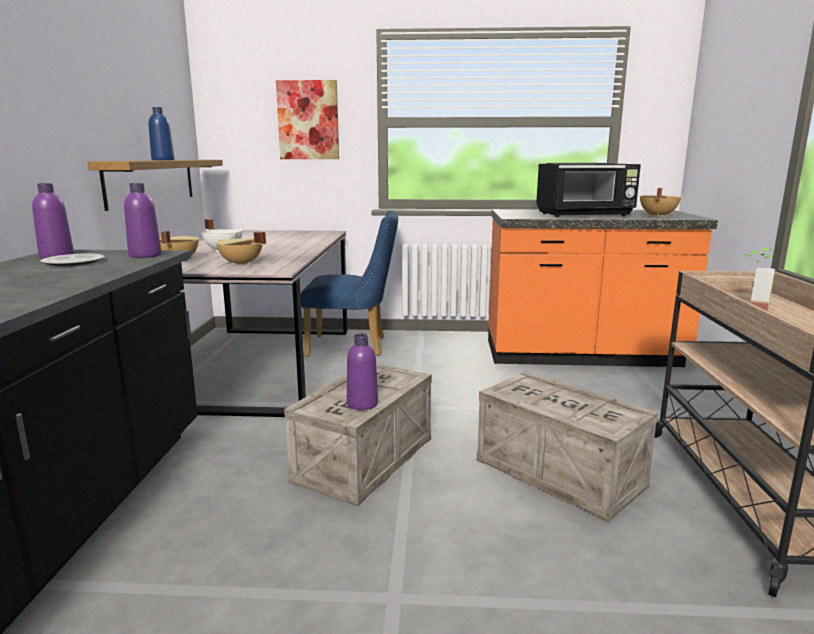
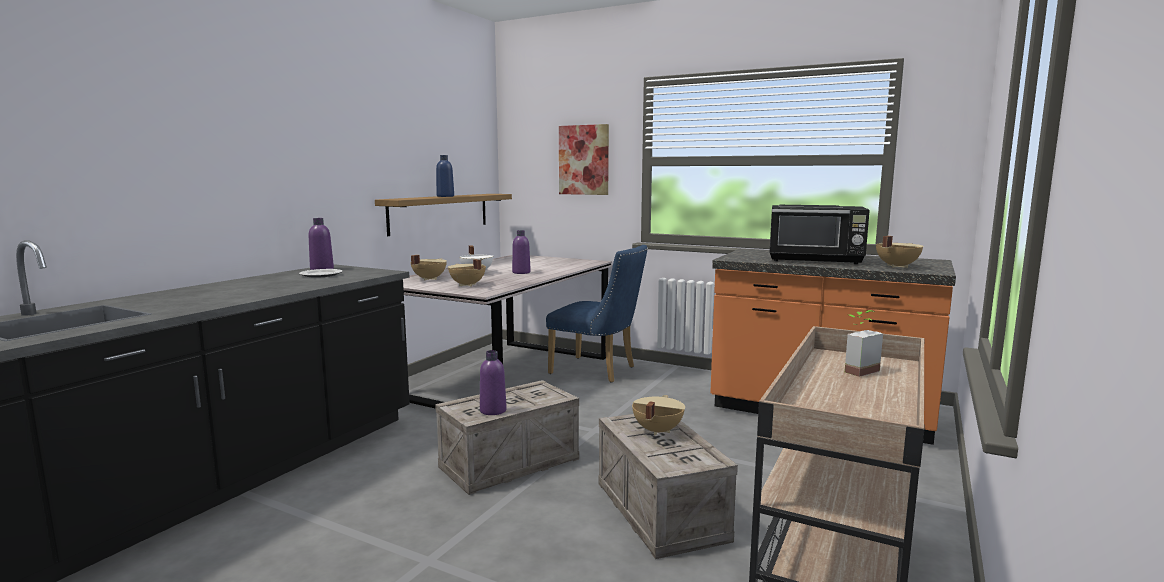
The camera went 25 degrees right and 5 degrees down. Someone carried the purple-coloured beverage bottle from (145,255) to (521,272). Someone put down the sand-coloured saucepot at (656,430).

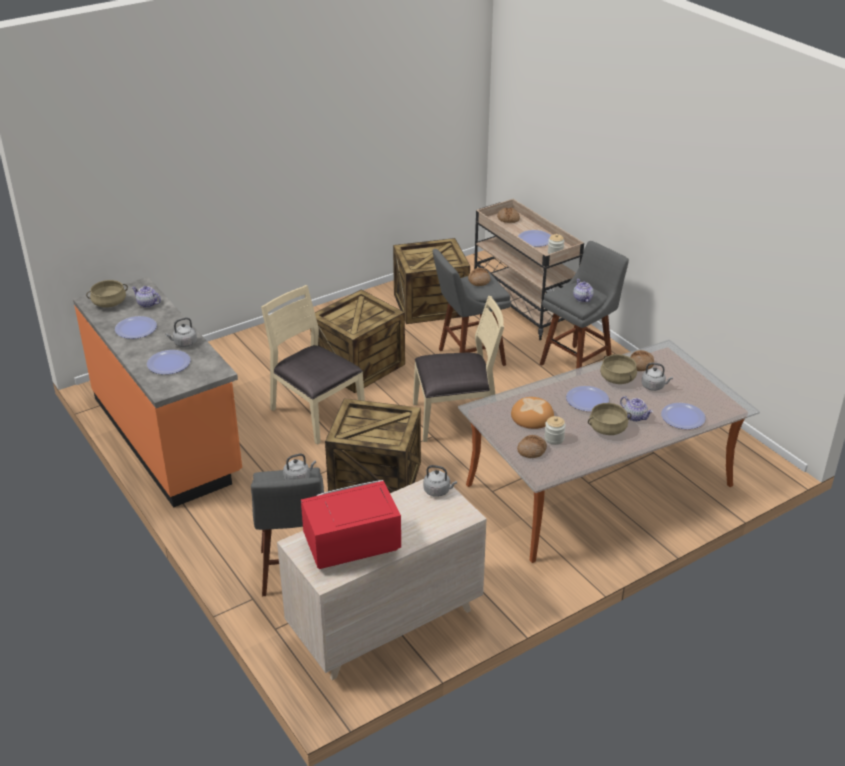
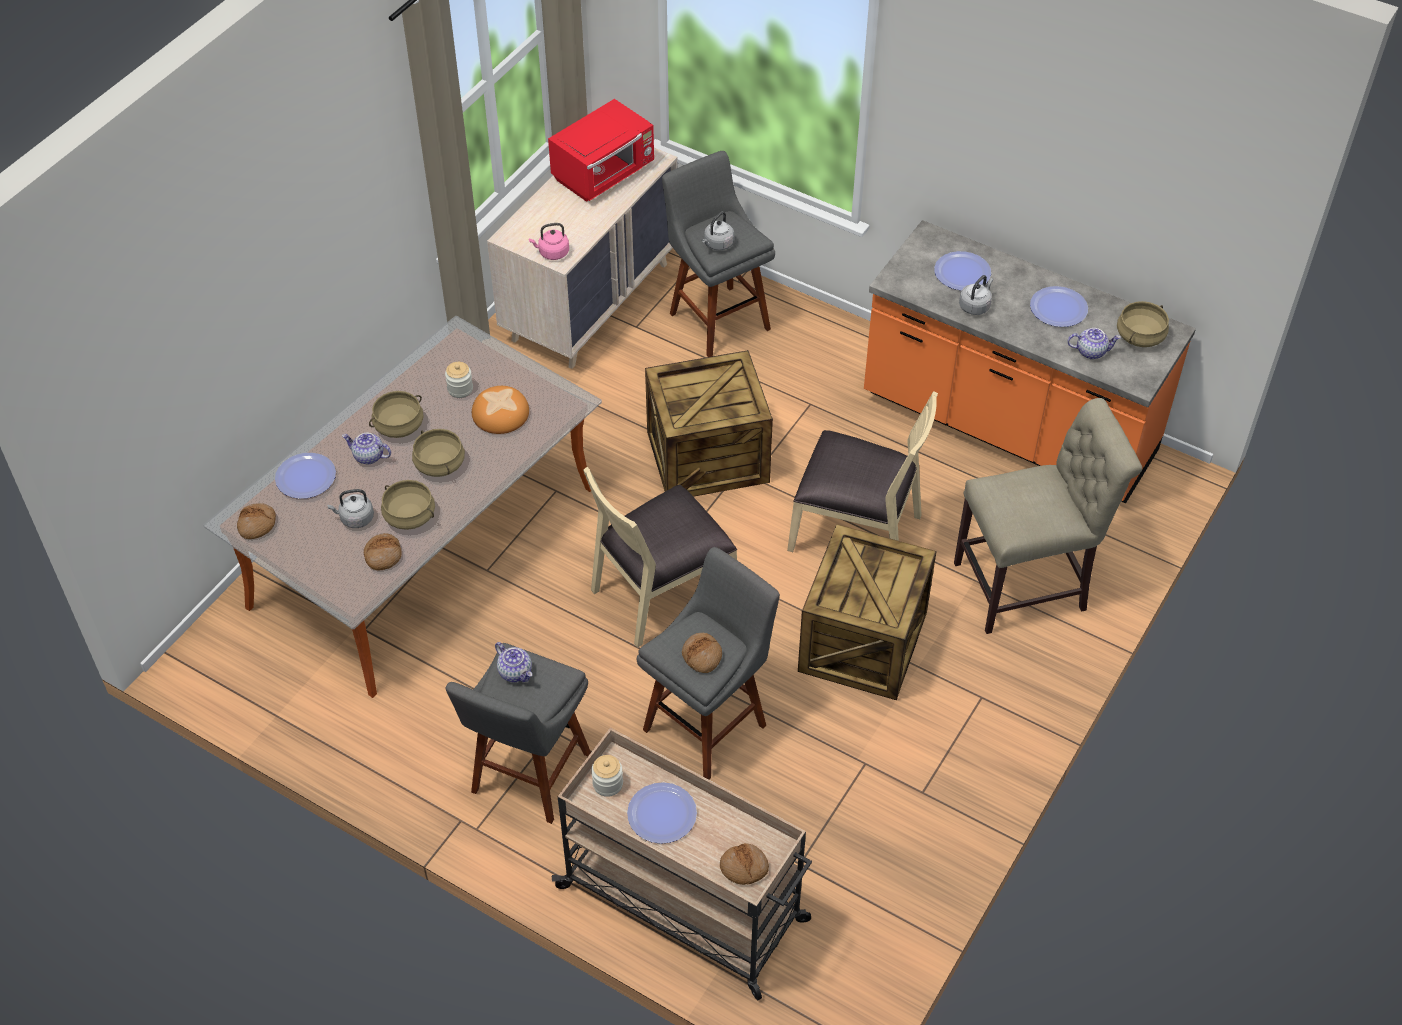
The camera went 155 degrees right and 15 degrees up. Someone took away the crate at (430,304). Someone repainted the gray water kettle at (438,491), which became the pink water kettle at (552,253). Someone carried the baked bread from (531,450) to (257,524). Someone swapped the plate at (587,400) for the sand-coloured saucepot at (439,464). Someone put down the sand-coloured plain chair at (1028,585).

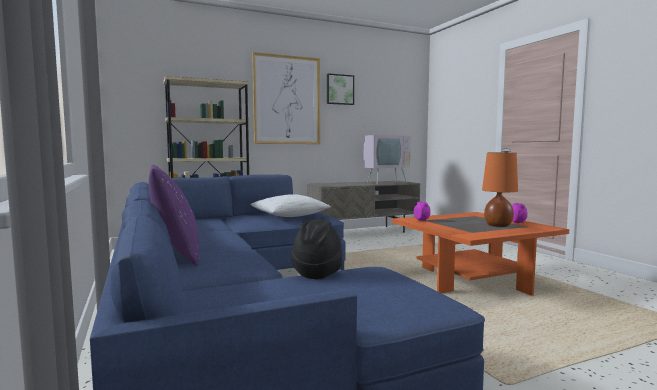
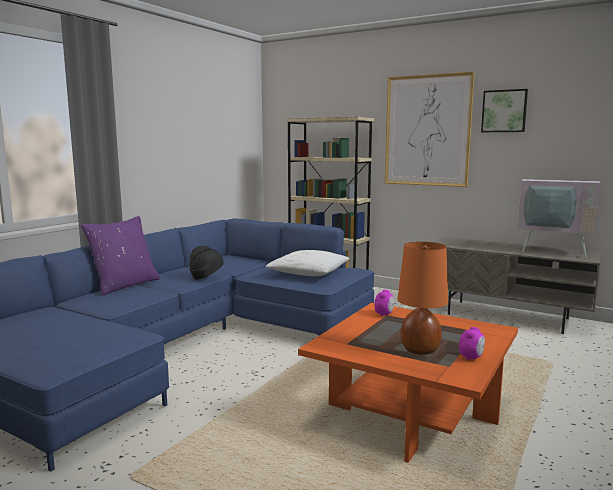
The camera went 55 degrees right and 5 degrees up. Someone carried the blackish clothing hat from (317,273) to (206,277).

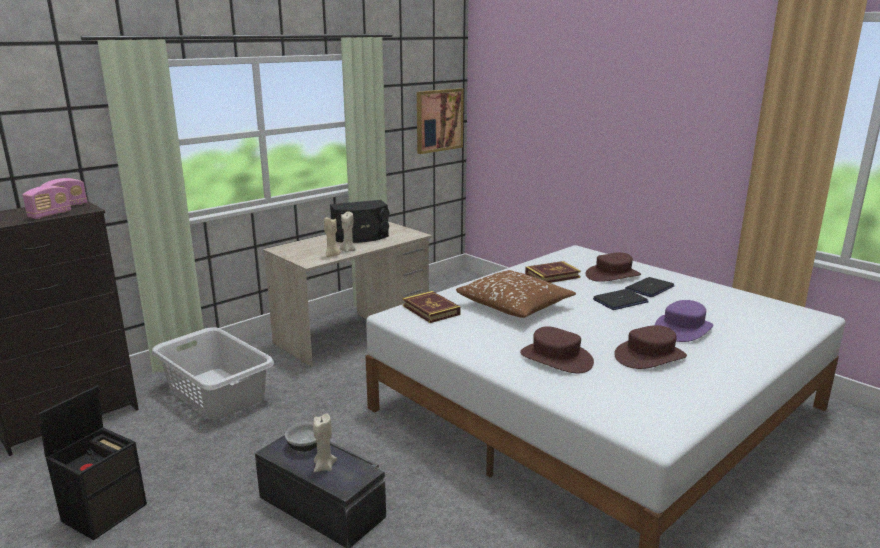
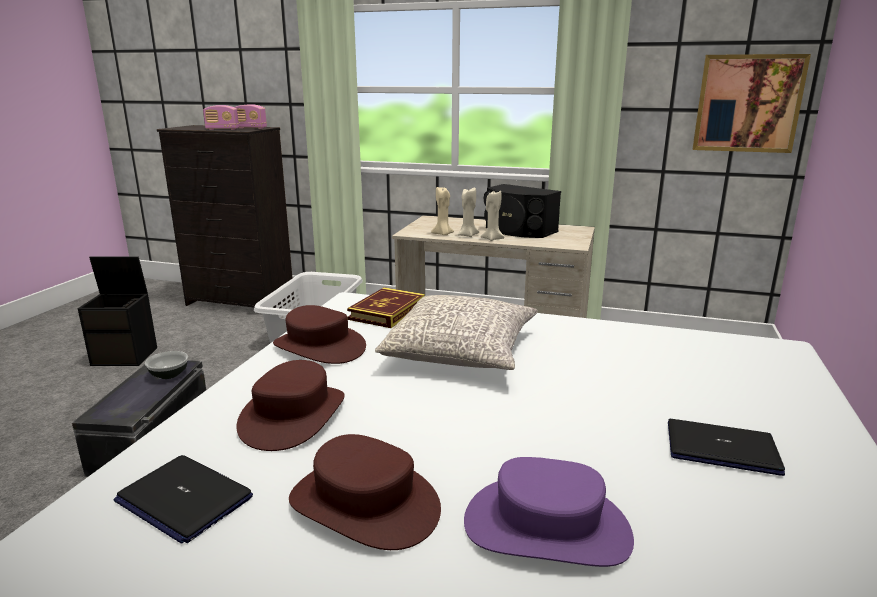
The camera went 60 degrees right and 0 degrees up. Someone carried the sand-coloured candle from (324,467) to (492,239). Someone repainted the brownish pillow at (515,306), which became the gray pillow at (461,351). Someone took away the bound book at (552,275). Someone carried the brownish clothing hat from (613,275) to (319,347). Someone carried the portable computer from (620,301) to (183,499).

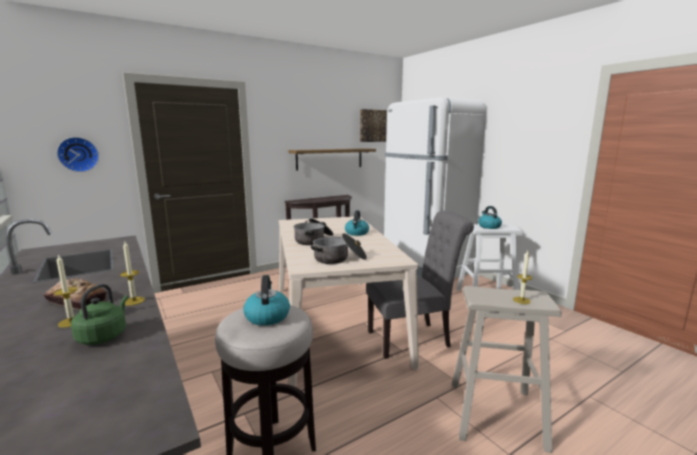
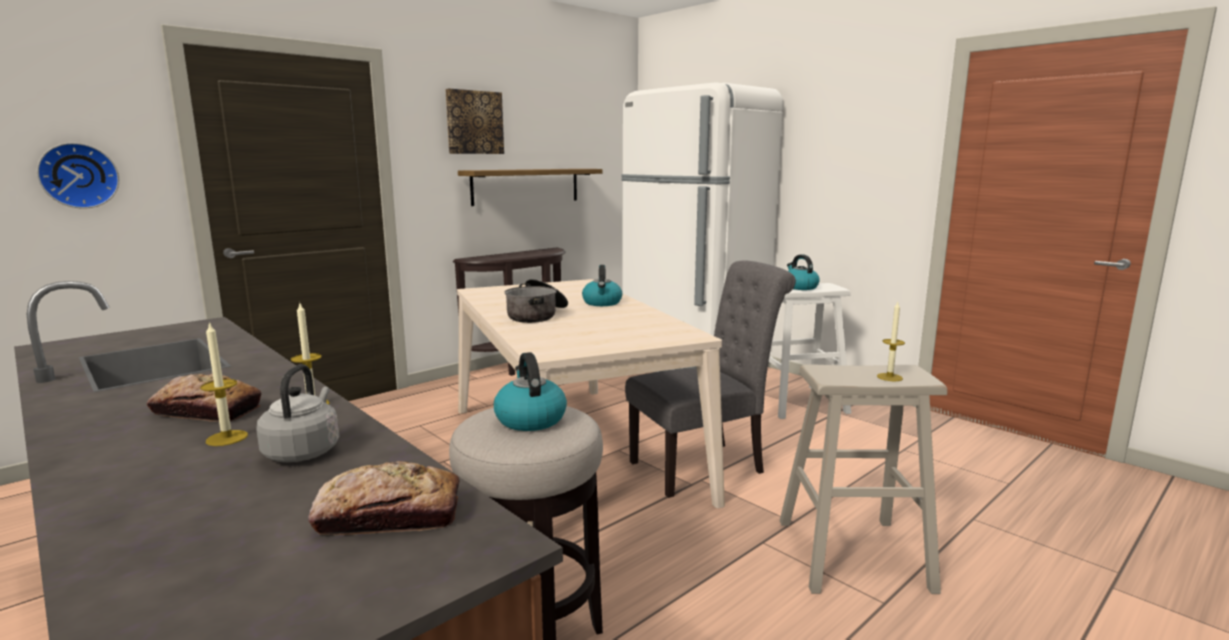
The camera went 10 degrees left and 0 degrees up. Someone repainted the greenish water kettle at (104,336), which became the gray water kettle at (304,451). Someone took away the saucepot at (339,259). Someone carried the wall picture from (372,126) to (474,122). Someone put down the baked bread at (389,516).

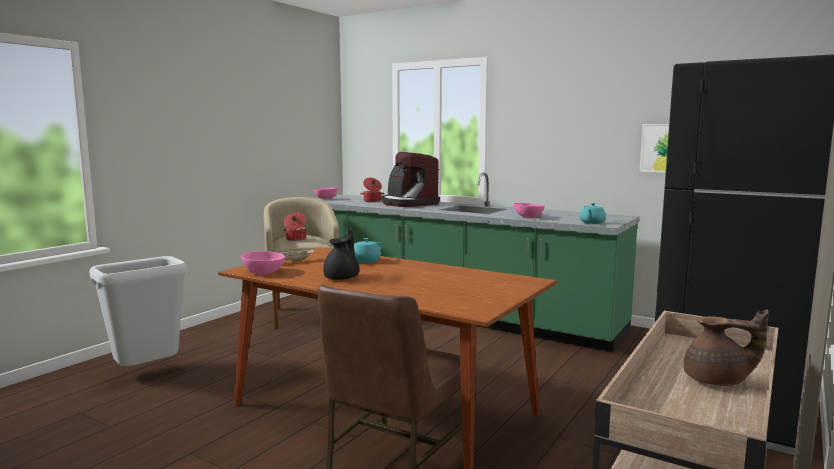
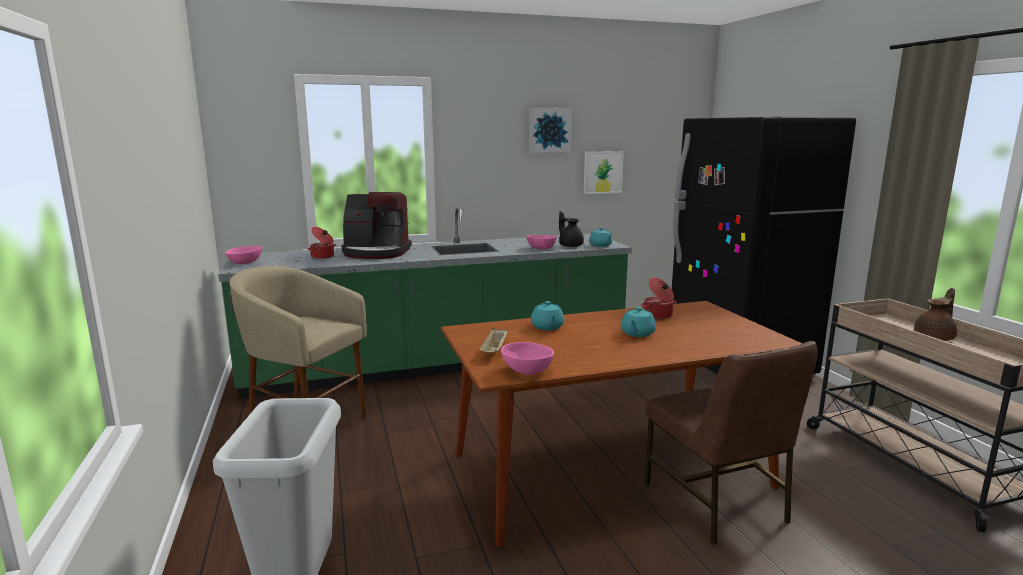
The camera went 50 degrees left and 5 degrees up. Someone carried the saucepot from (295,239) to (658,315). Someone carried the blackish teapot from (343,277) to (570,245). Someone put up the wall picture at (549,130). Someone put down the blue-green teapot at (637,333).

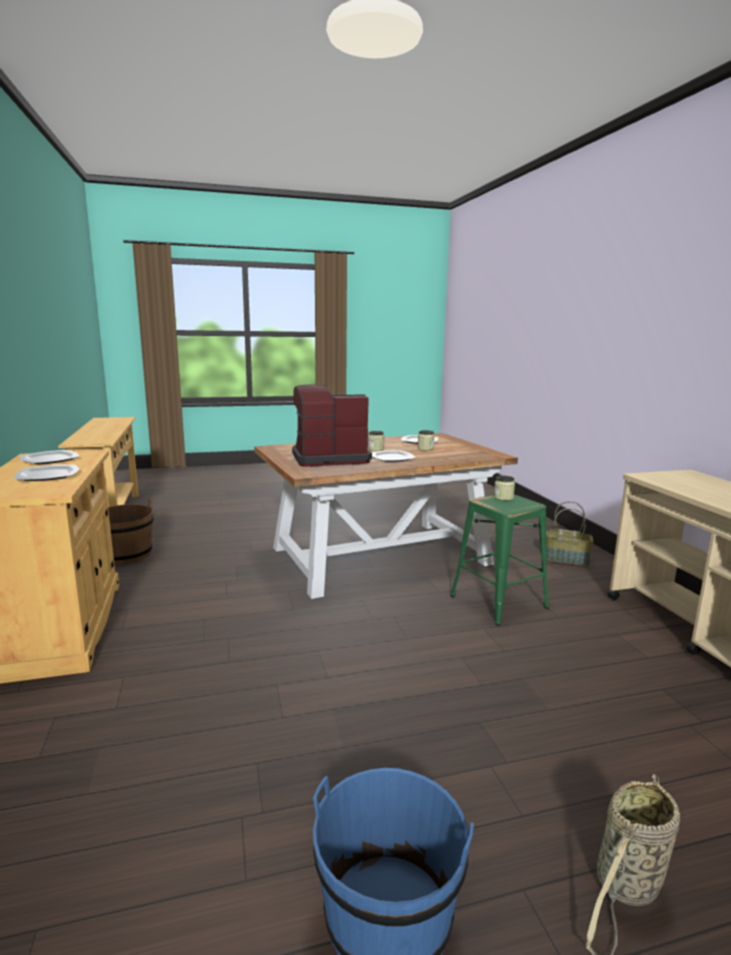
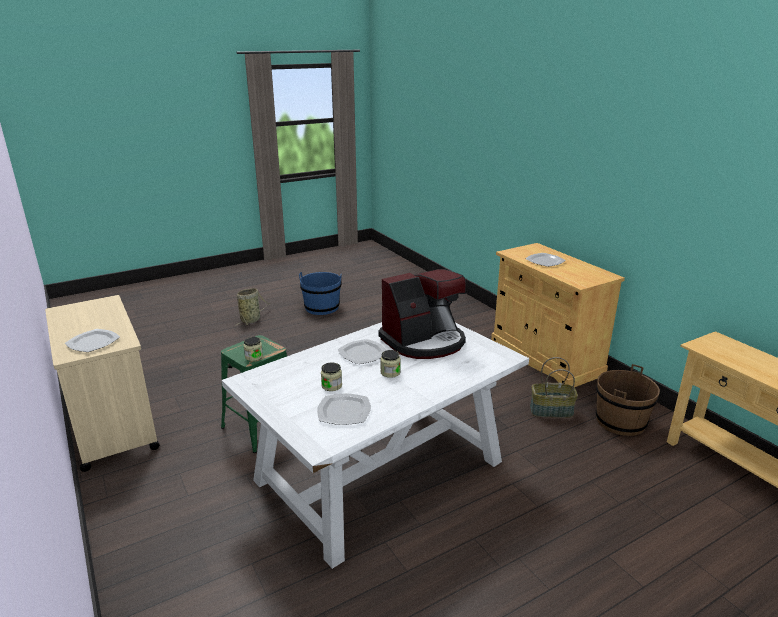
The camera went 165 degrees right and 10 degrees up. Someone carried the plate from (50,459) to (93,342). Someone repainted the brownish kitchen table at (379,556), which became the whitish kitchen table at (381,470). Someone carried the household basket from (566,559) to (551,411).

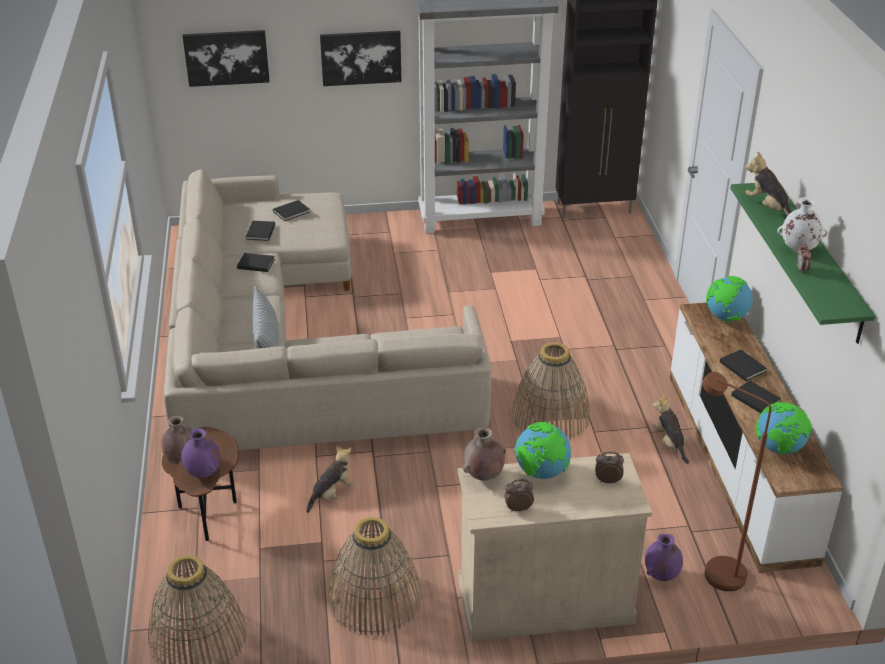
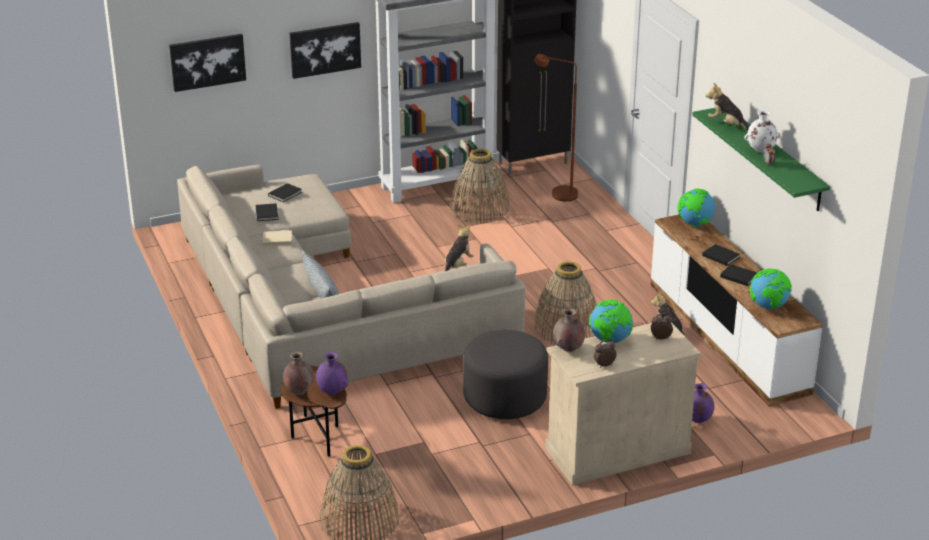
The camera went 15 degrees left and 5 degrees down. Someone repainted the blackish bound book at (255,263), which became the sand-coloured bound book at (276,239). Someone carried the plush toy from (332,494) to (458,266). Someone carried the household basket from (374,599) to (480,209). Someone carried the brownish floor lamp from (714,570) to (557,193). Someone put down the gray footrest at (505,398).

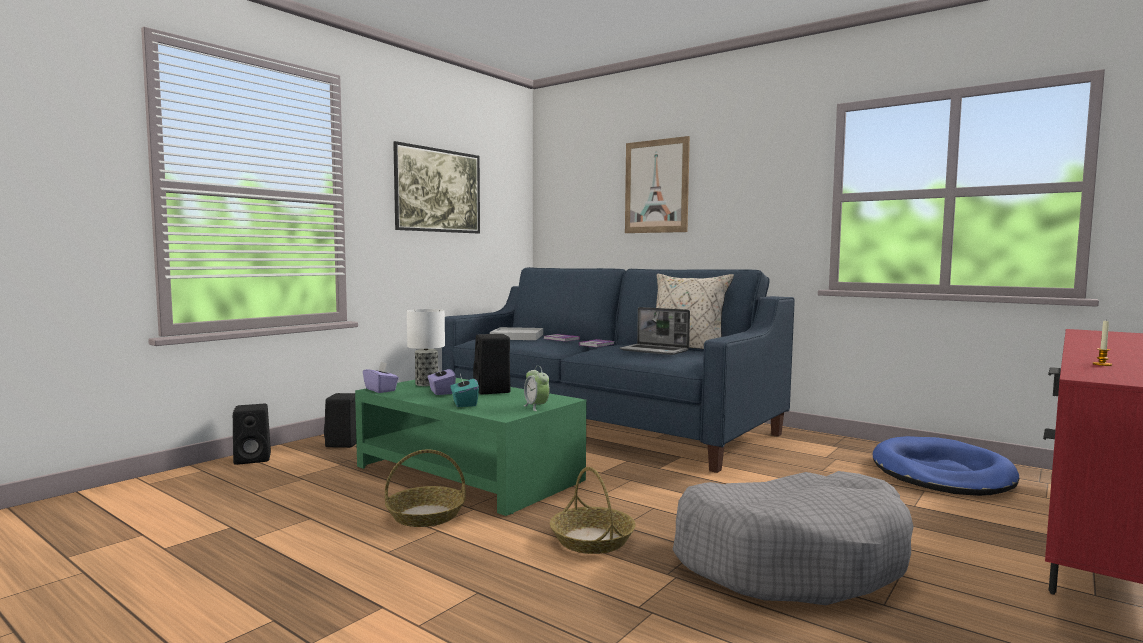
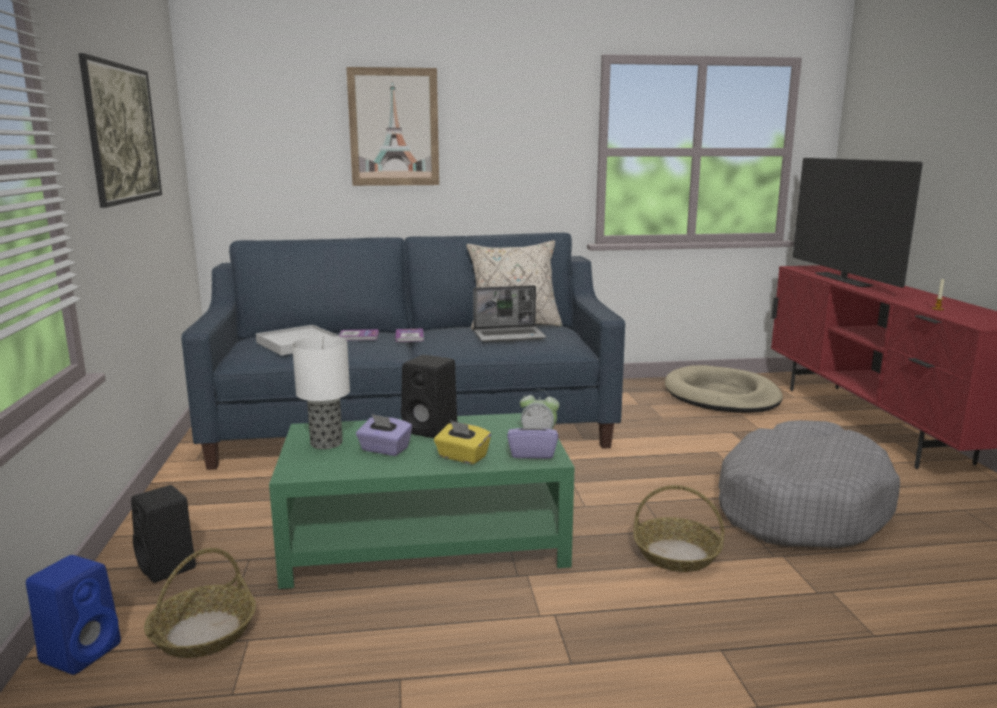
The camera went 45 degrees left and 10 degrees up. Someone repainted the blackish speaker at (254,459), which became the blue speaker at (82,651). Someone carried the purple-coloured tissue box from (381,390) to (532,453). Someone carried the household basket from (425,515) to (203,633). Someone repainted the blue-green tissue box at (464,403), which became the yellow-coloured tissue box at (462,457). Someone repainted the blue dog bed at (941,473), which became the sand-coloured dog bed at (721,396). Someone put down the TV at (842,280).

